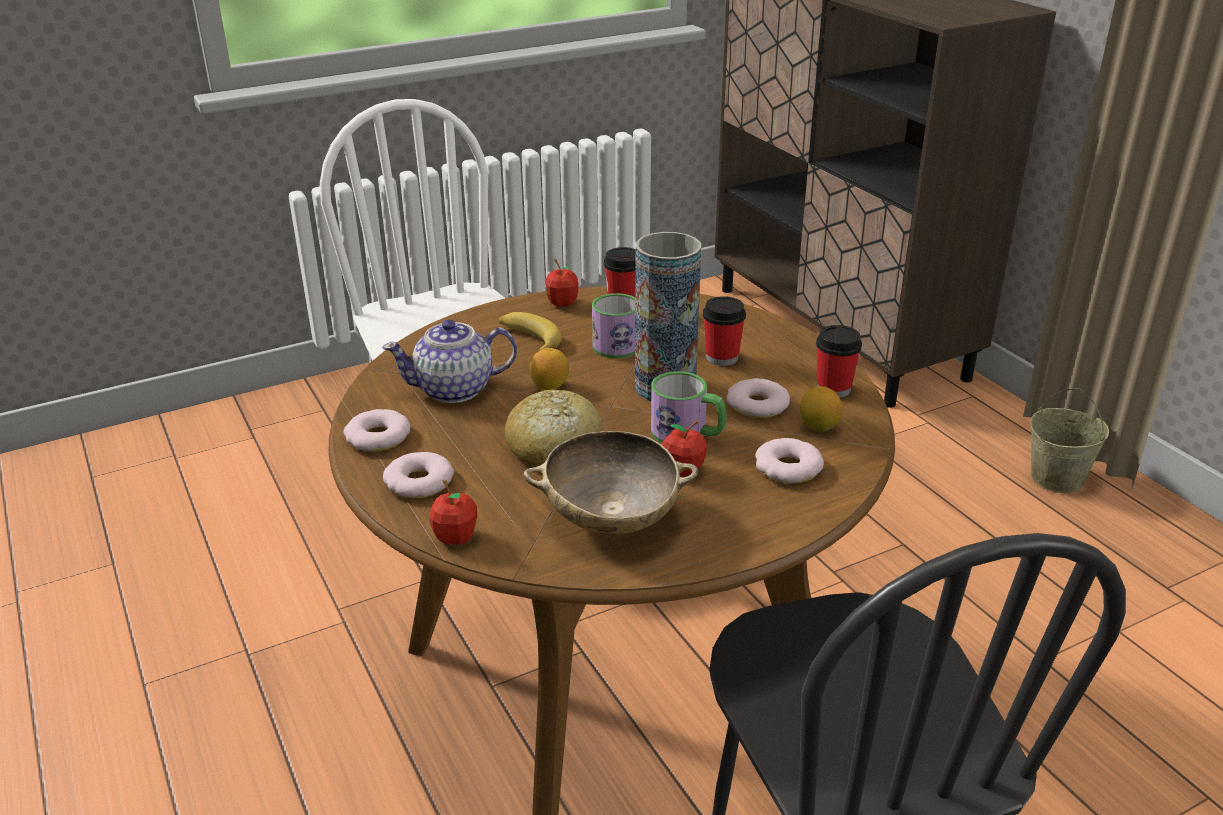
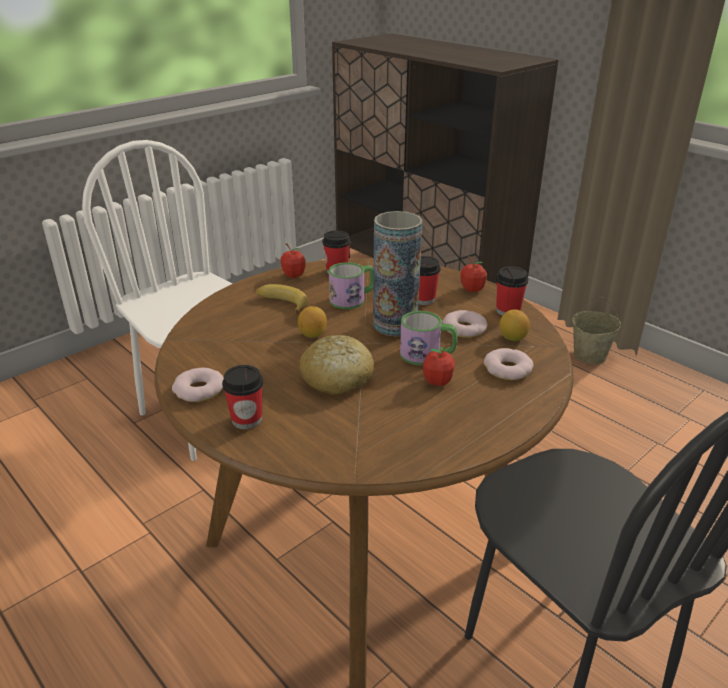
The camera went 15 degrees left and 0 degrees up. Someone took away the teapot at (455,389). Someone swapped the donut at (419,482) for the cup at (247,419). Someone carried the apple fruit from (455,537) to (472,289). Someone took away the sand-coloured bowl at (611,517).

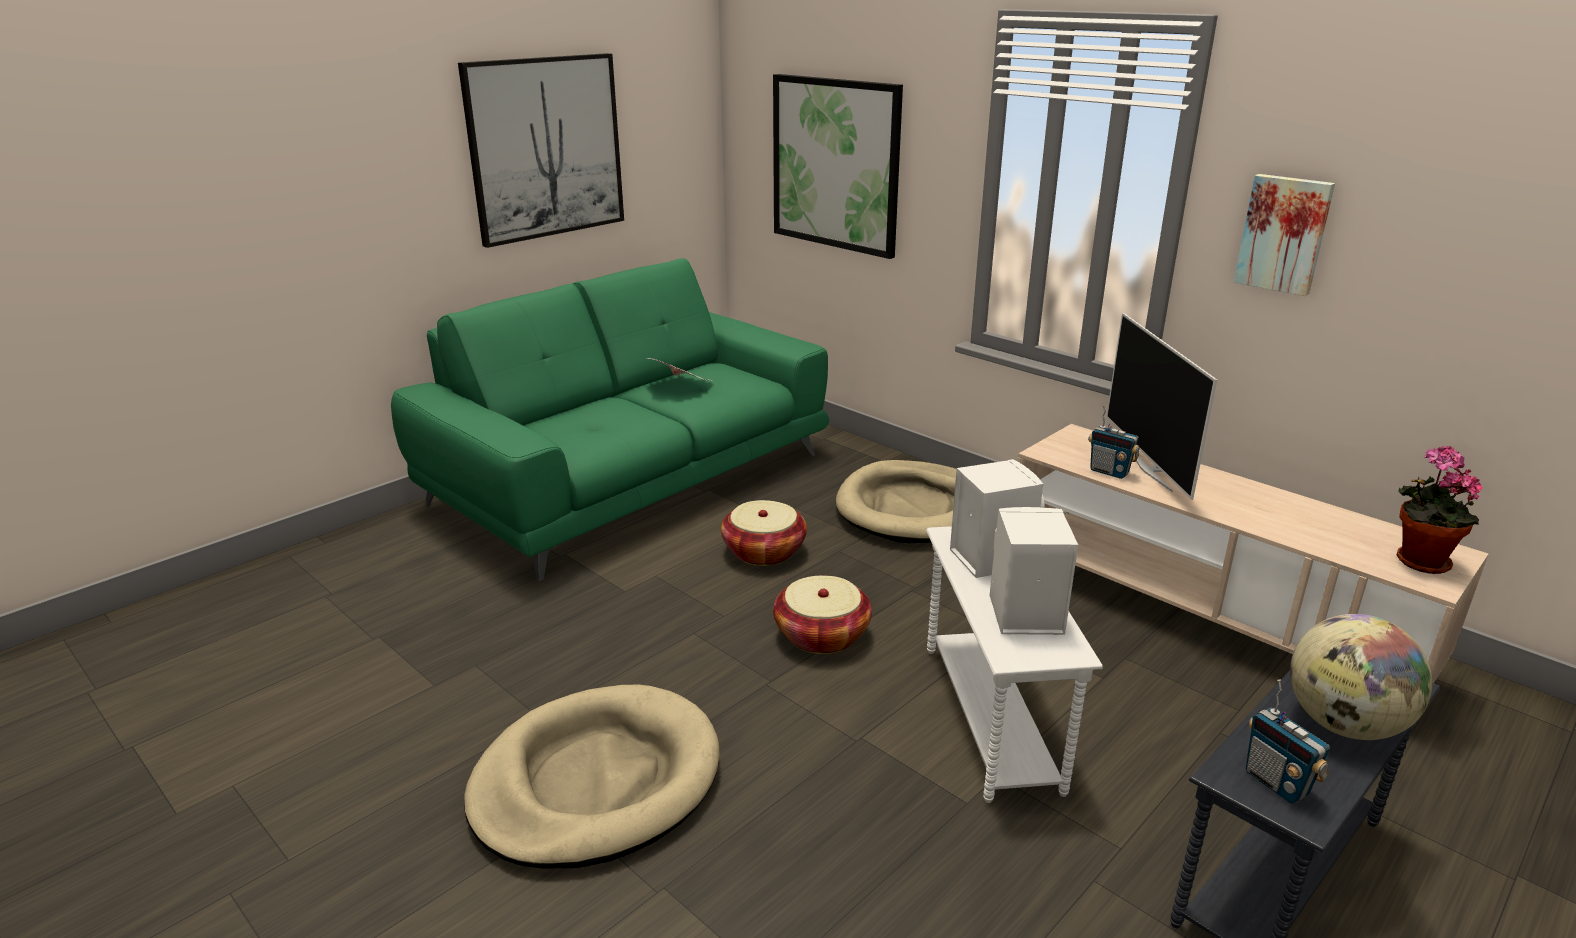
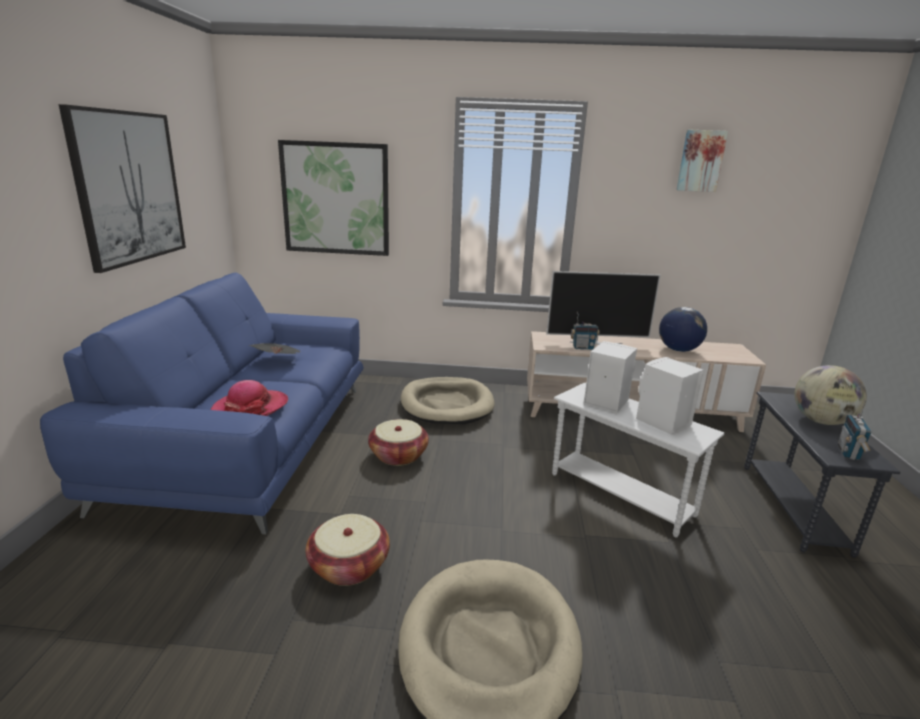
The camera went 40 degrees left and 5 degrees down. Someone repainted the greenish sofa at (631,479), which became the blue sofa at (249,441). Someone carried the household basket from (821,635) to (349,566). Someone rotated the TV at (1151,469) by 45 degrees counterclockwise. Someone carried the wall picture from (1284,234) to (700,161). Someone rotated the radio set at (1277,783) by 90 degrees clockwise. Someone took away the potted plant at (1417,561). Someone put down the clothing hat at (250,408). Someone put down the globe at (678,350).

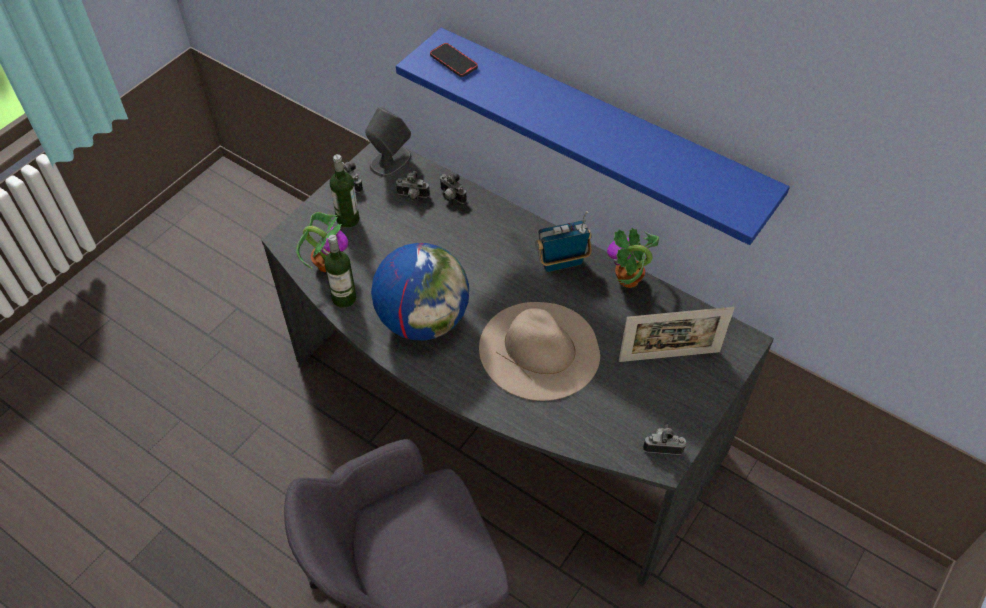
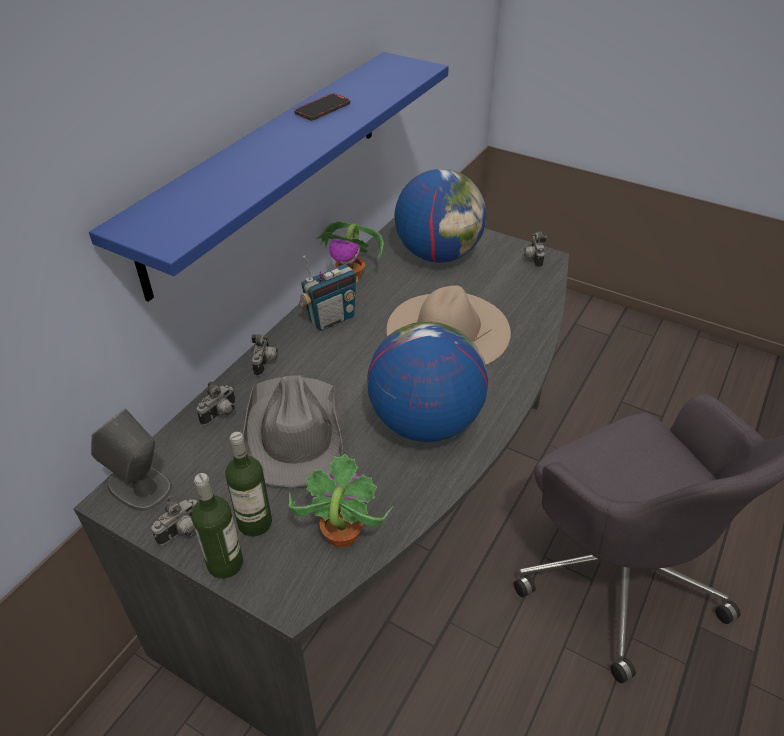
The camera went 95 degrees left and 10 degrees down. Someone carried the beverage bottle from (344,298) to (225,563). Someone carried the photo camera from (412,196) to (266,363). Someone carried the phone from (453,62) to (322,109). Someone rotated the radio set at (561,263) by 105 degrees counterclockwise. Someone swapped the photo frame at (669,356) for the globe at (438,254). Someone put down the gray clothing hat at (293,433).

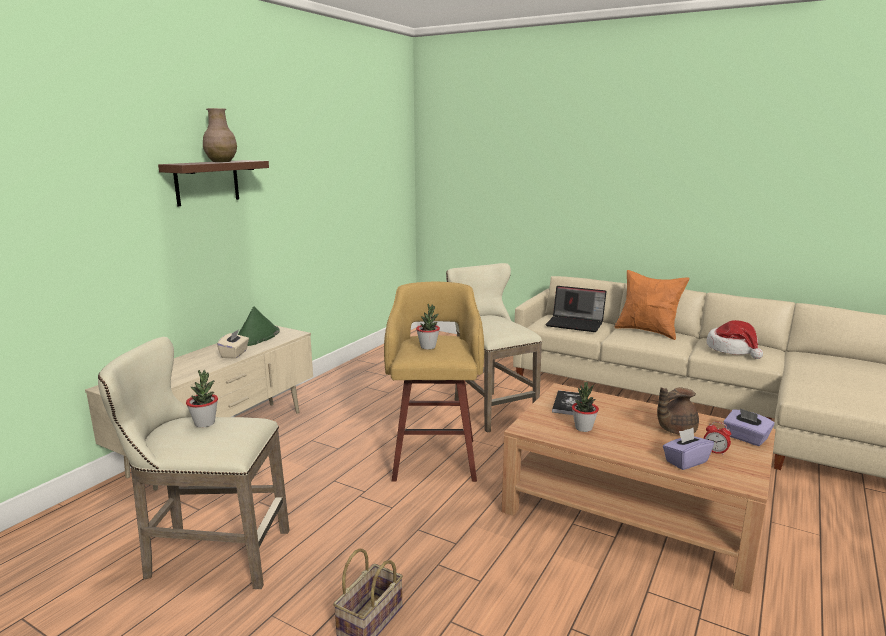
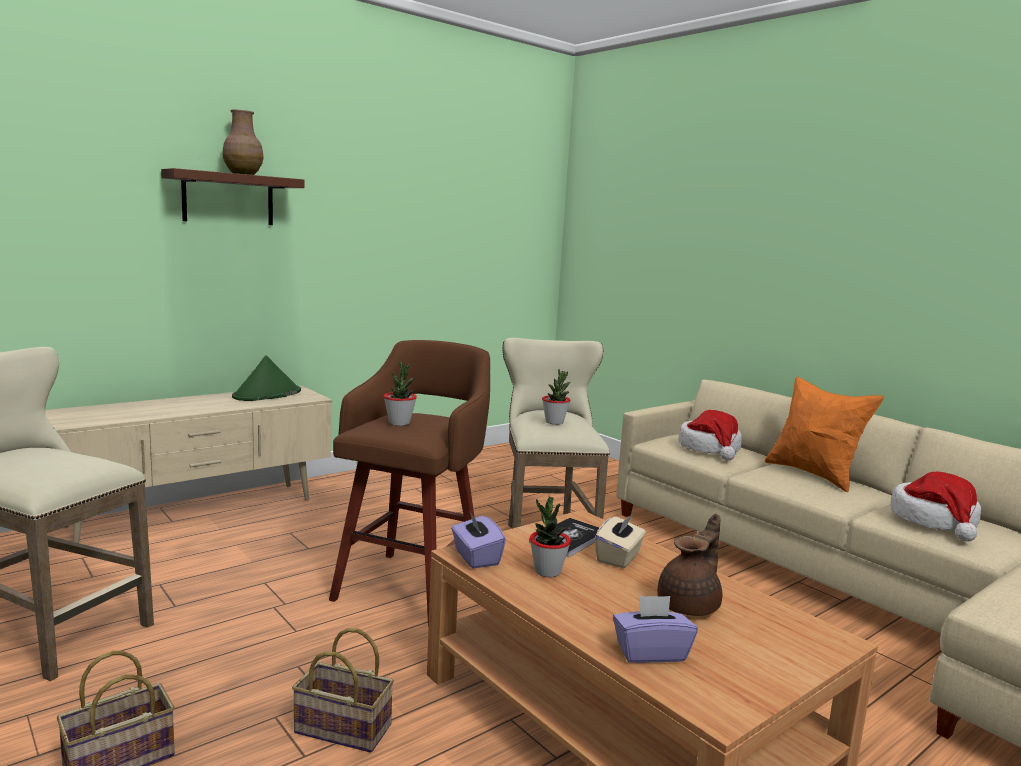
The camera went 20 degrees right and 5 degrees down. Someone carried the potted plant from (205,423) to (554,422). Someone carried the sand-coloured tissue box from (234,354) to (619,557). Someone repainted the yellow-coloured sitting stool at (435,457), which became the brownish sitting stool at (412,585). Someone swapped the portable computer at (575,324) for the clothing hat at (710,448). Someone rotated the brownish teapot at (675,430) by 135 degrees clockwise. Someone took away the table clock at (715,452). Someone carried the purple-coloured tissue box from (745,438) to (476,557). Someone put down the household basket at (340,729).

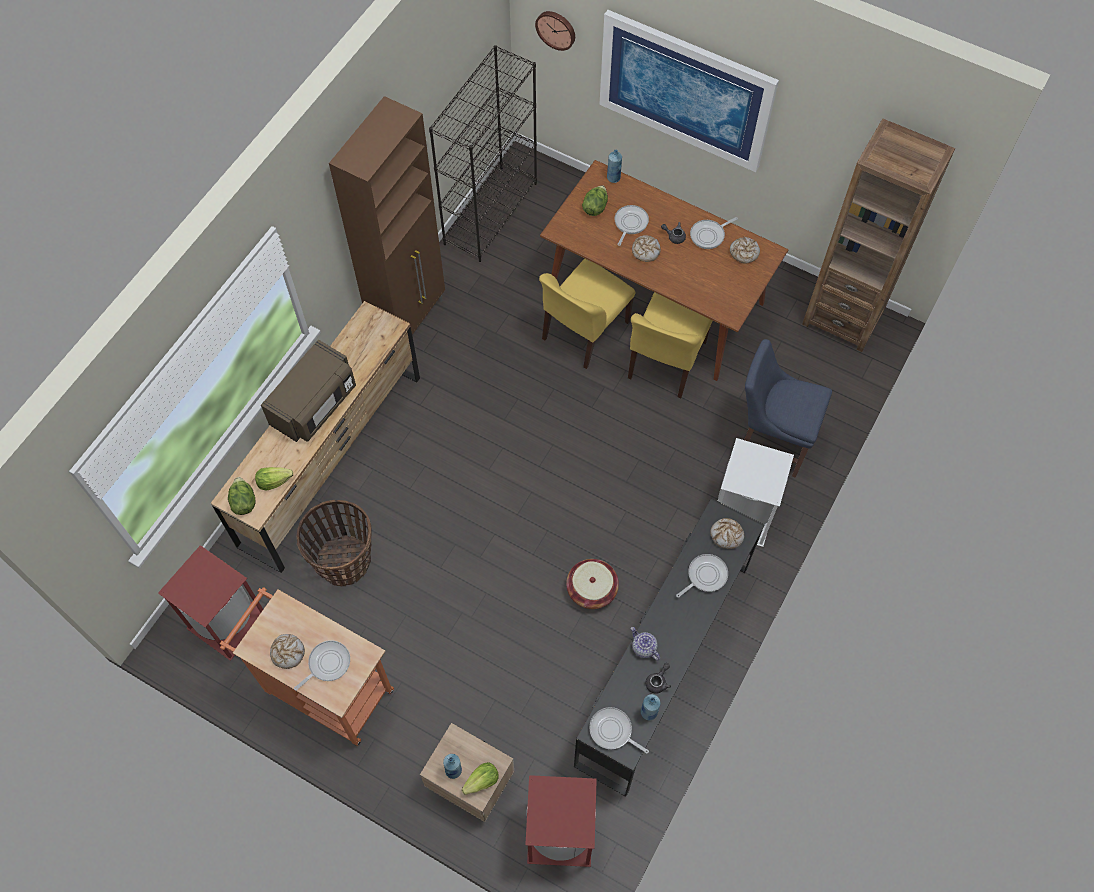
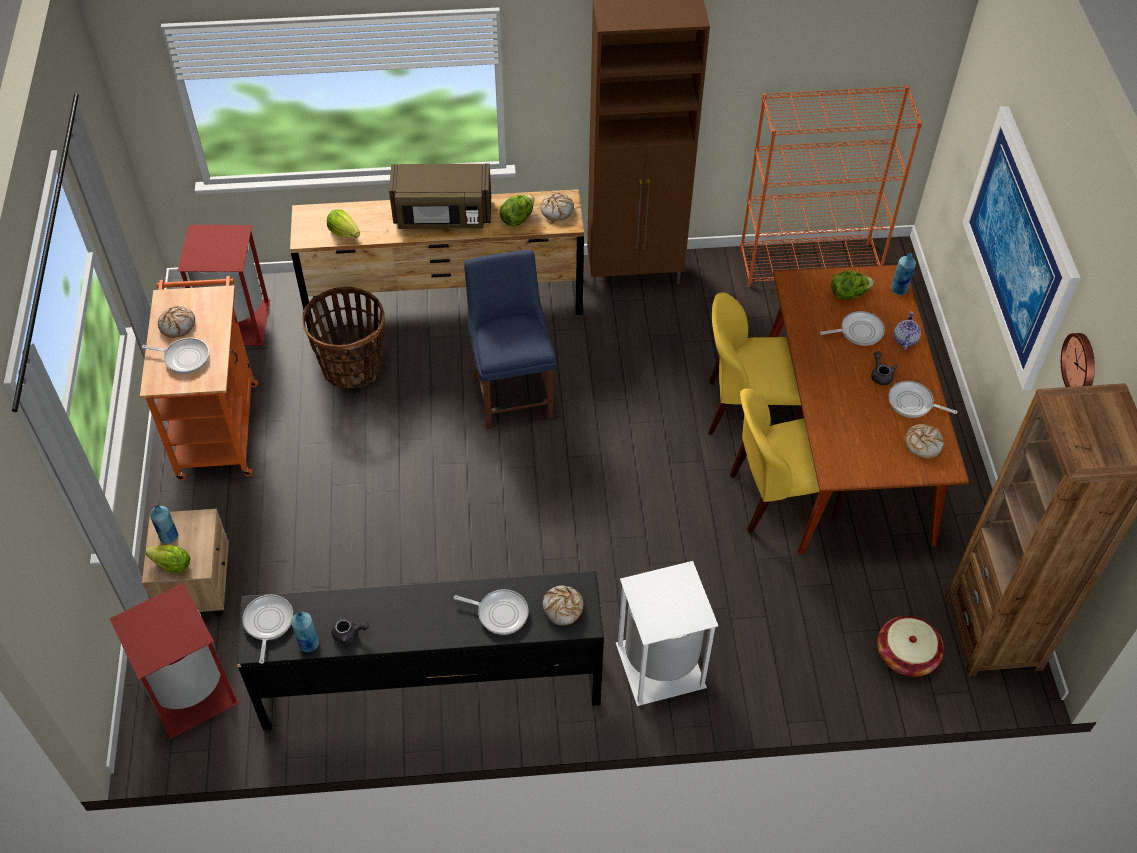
The camera went 55 degrees right and 10 degrees down. Someone carried the lettuce from (243,502) to (517,218). Someone repainted the blackish shelving unit at (490,213), which became the orange-coloured shelving unit at (810,264). Someone carried the hanging clock from (556,29) to (1081,364). Someone carried the household basket from (592,589) to (906,655). Someone carried the teapot from (643,648) to (904,339). Someone carried the baked bread from (645,251) to (557,210). Someone carried the blue plain chair from (770,441) to (512,392).

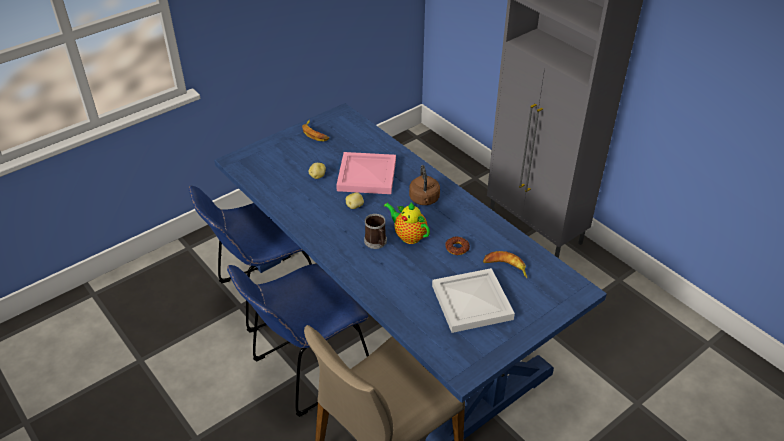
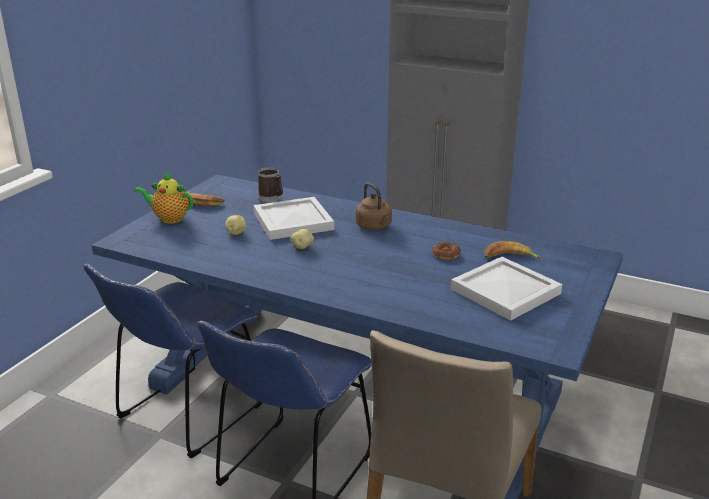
The camera went 25 degrees left and 15 degrees down. Someone repainted the pink tray at (366,176), which became the whitish tray at (292,222). Someone carried the coffee mug from (376,242) to (271,198). Someone carried the teapot from (408,236) to (169,218).

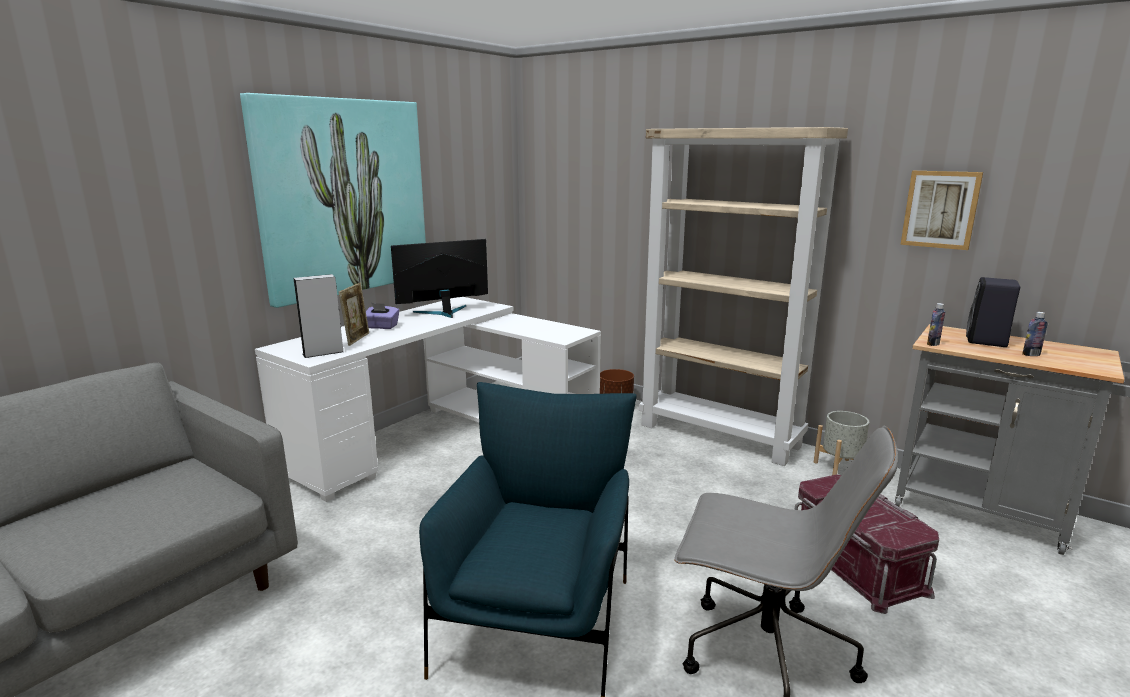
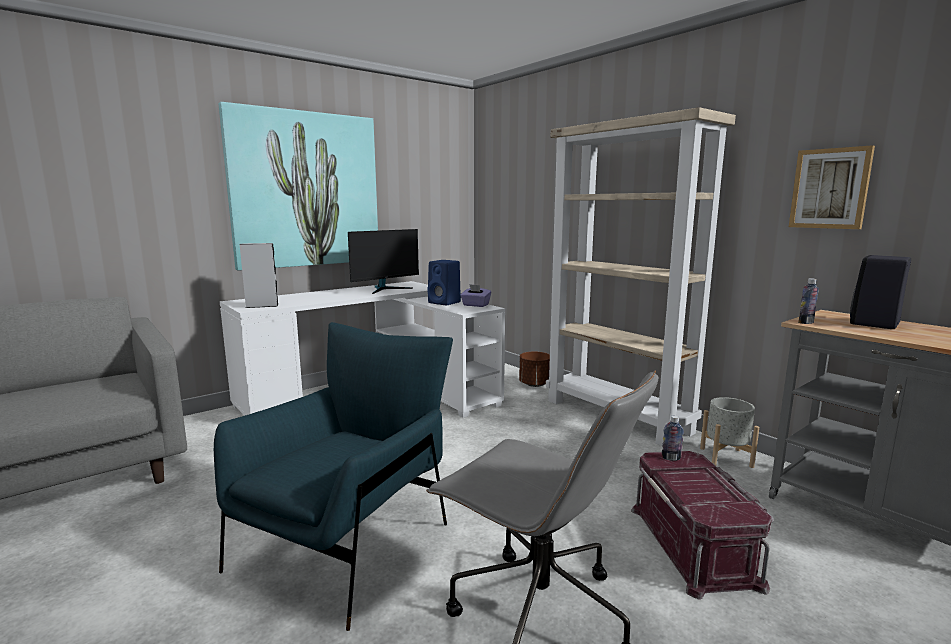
The camera went 15 degrees right and 5 degrees down. Someone took away the photo frame at (357,339). Someone carried the purple-coloured tissue box from (381,327) to (475,305). Someone rotated the monitor at (444,312) by 150 degrees clockwise. Someone carried the beverage bottle from (1031,354) to (671,458). Someone put down the blue speaker at (445,302).

